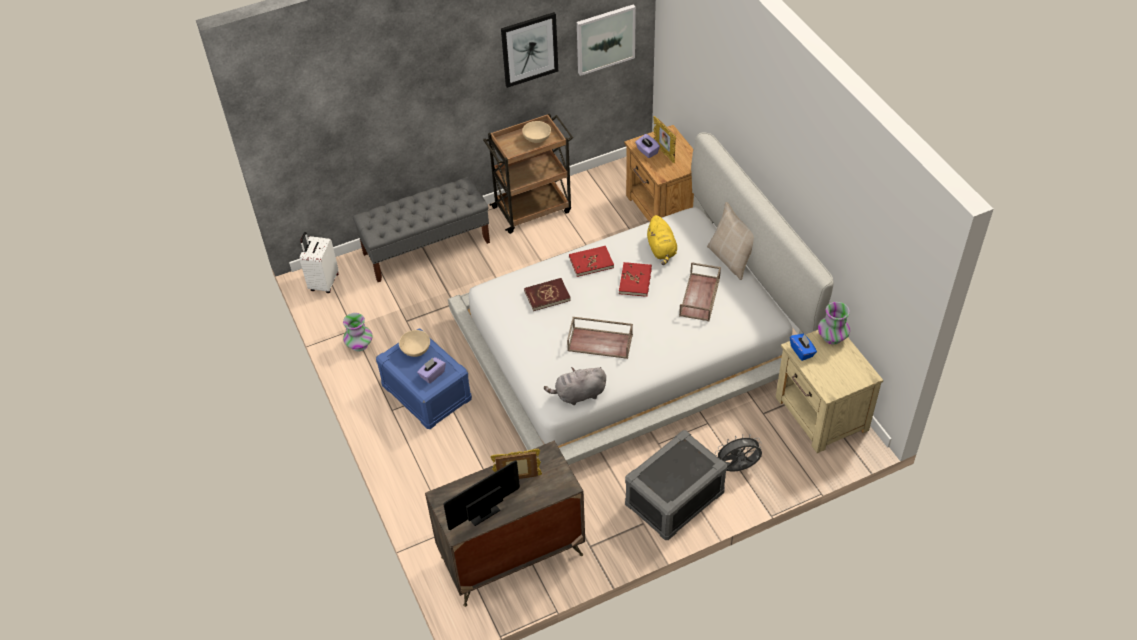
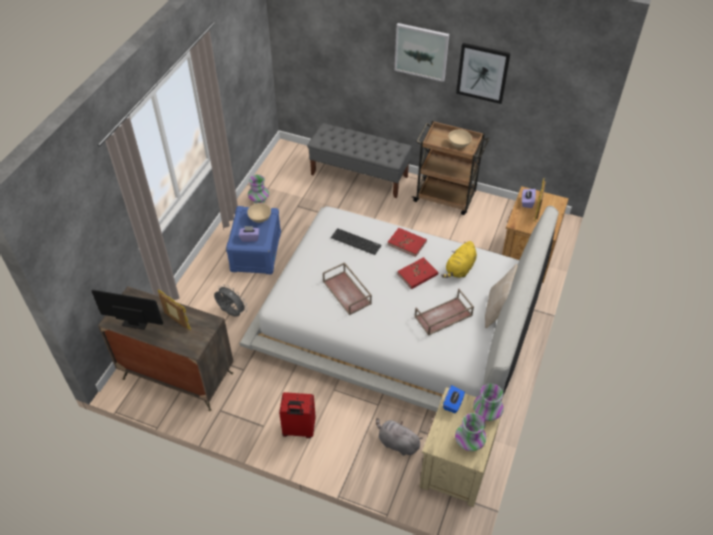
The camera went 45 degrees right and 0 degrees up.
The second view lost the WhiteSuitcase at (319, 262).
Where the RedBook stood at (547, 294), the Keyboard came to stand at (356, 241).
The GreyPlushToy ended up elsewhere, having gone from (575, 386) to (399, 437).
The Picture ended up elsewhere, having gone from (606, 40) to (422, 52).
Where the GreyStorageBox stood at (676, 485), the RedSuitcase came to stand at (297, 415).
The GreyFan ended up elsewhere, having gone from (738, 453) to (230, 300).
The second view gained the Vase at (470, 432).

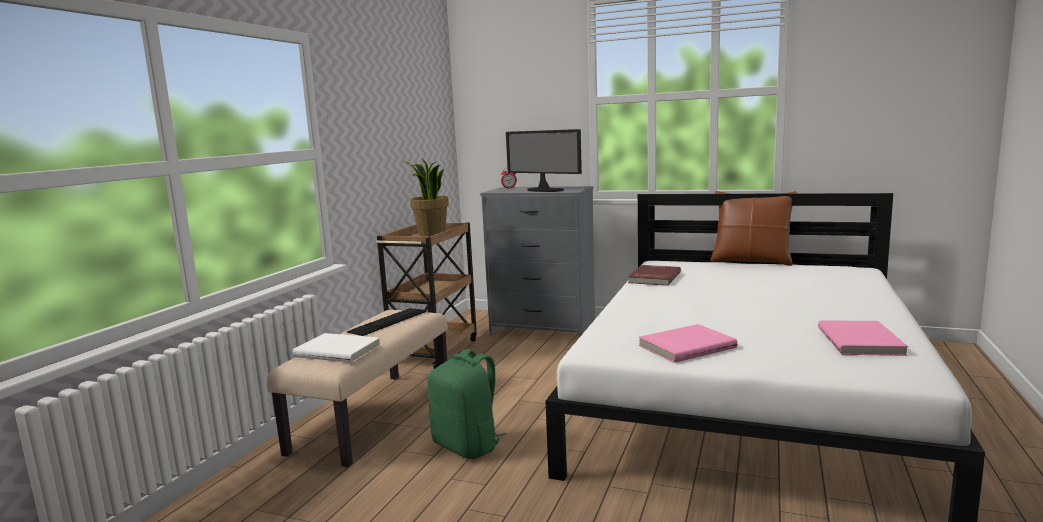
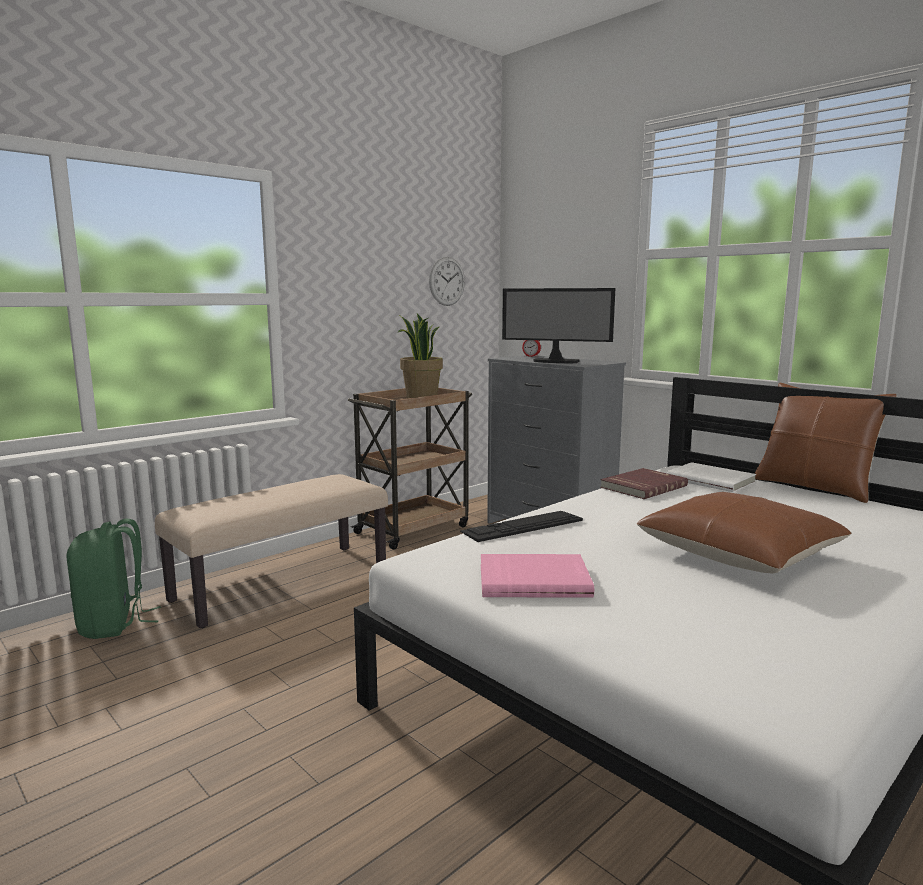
The camera went 25 degrees right and 0 degrees up.
The WhiteBook ended up elsewhere, having gone from (336, 348) to (711, 477).
The Keyboard ended up elsewhere, having gone from (387, 322) to (521, 526).
The GreenBackpack ended up elsewhere, having gone from (466, 404) to (113, 579).
The Monitor at (544, 160) ended up facing another way, 45 degrees counterclockwise from before.
The second view lost the PinkBook at (863, 338).
The second view gained the WallClock at (447, 281).
The second view gained the BrownPillow at (744, 533).

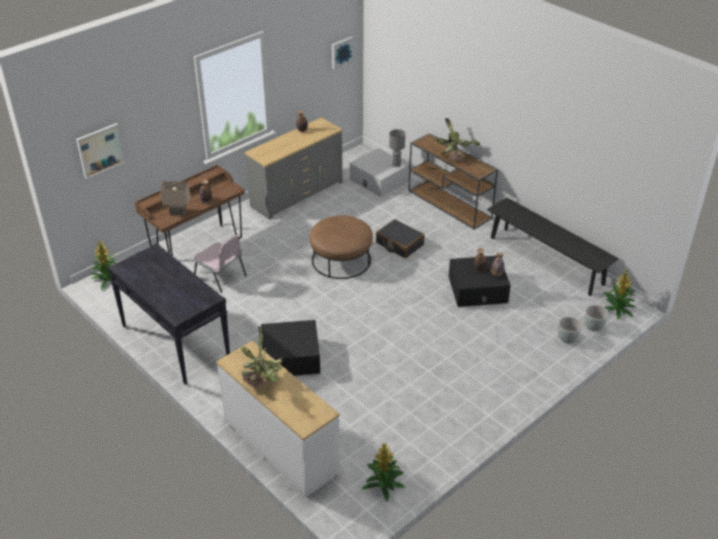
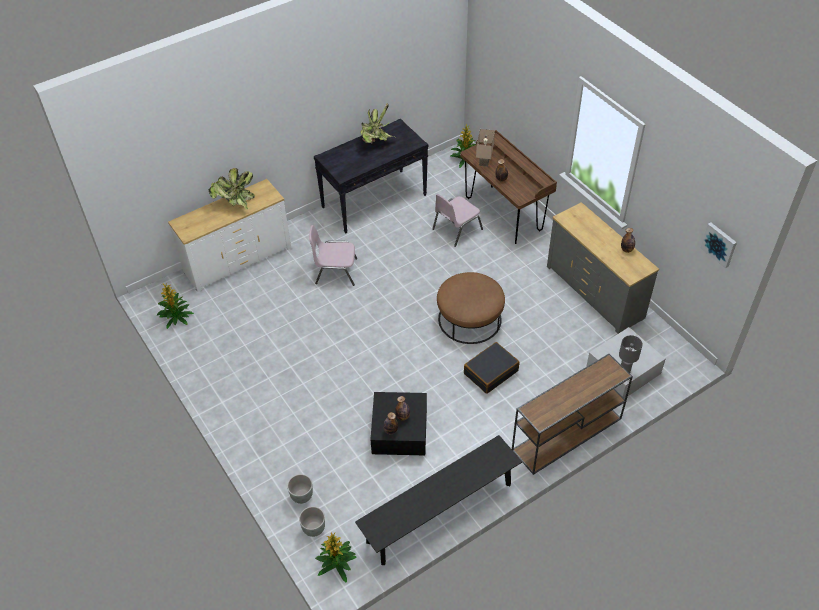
The camera went 100 degrees right and 10 degrees up.
The second view lost the Picture at (100, 151).
Where the BlackStorageBox stood at (290, 348), the PinkChair came to stand at (333, 255).
The PottedPlant ended up elsewhere, having gone from (458, 139) to (377, 123).

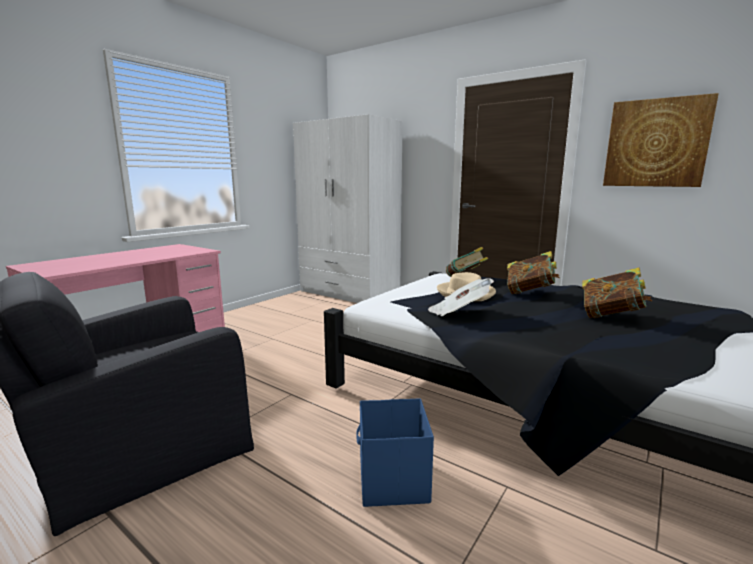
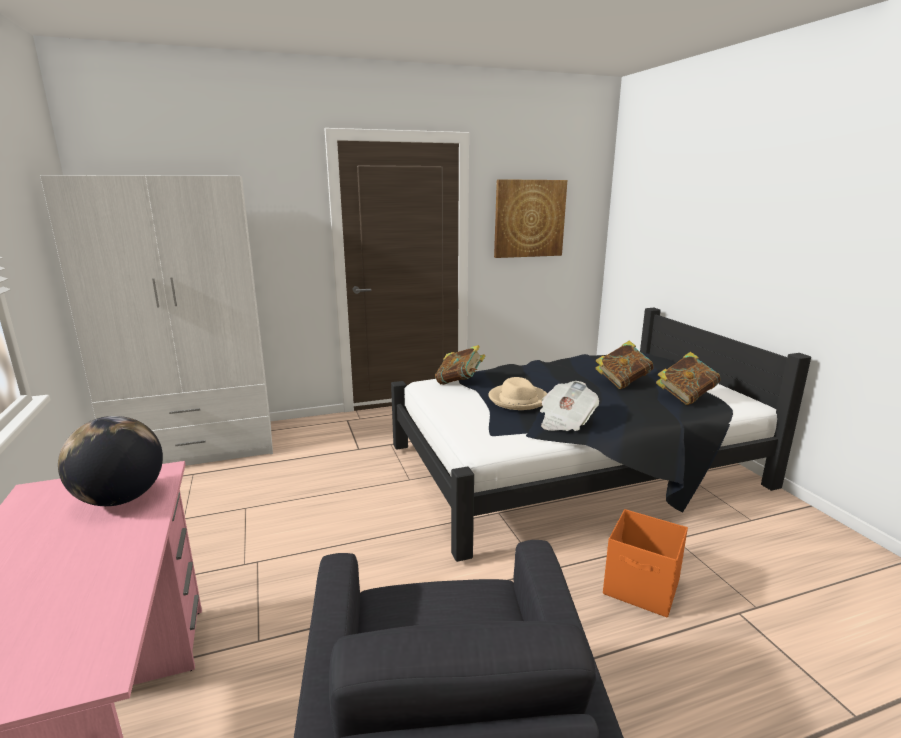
The camera went 55 degrees left and 5 degrees up.
What was the BlueStorageBox at (395, 452) turned into the OrangeStorageBox at (645, 563).
The Book ended up elsewhere, having gone from (533, 272) to (688, 378).
The second view gained the Globe at (110, 461).

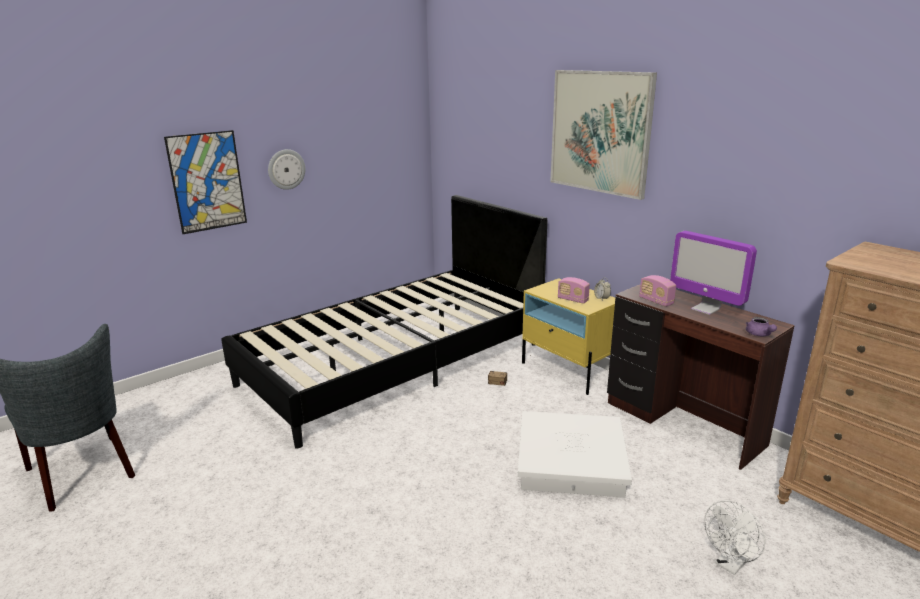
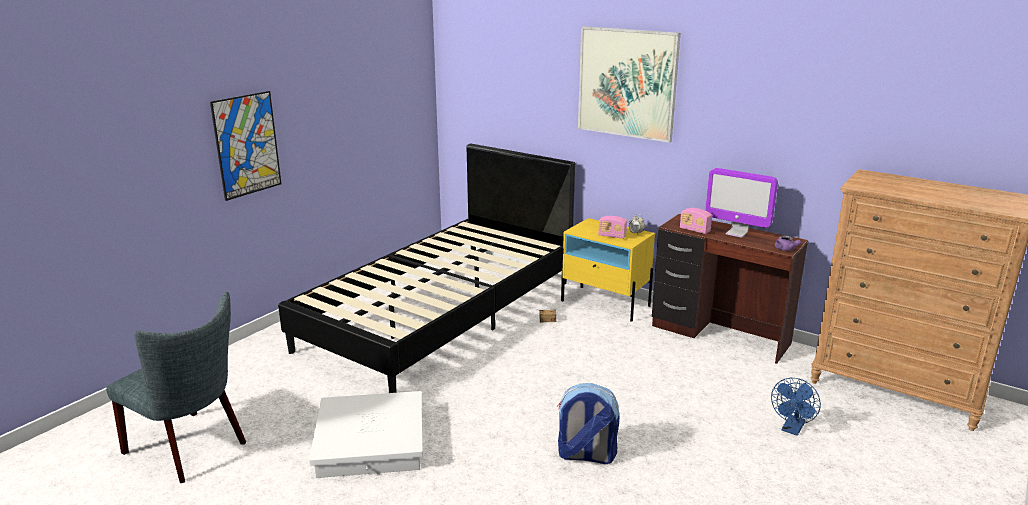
The camera went 15 degrees left and 0 degrees up.
The second view lost the WallClock at (286, 169).
The WhiteStorageBox ended up elsewhere, having gone from (575, 454) to (366, 434).
What was the WhiteFan at (734, 538) turned into the BlueFan at (796, 407).
The second view gained the Backpack at (588, 423).

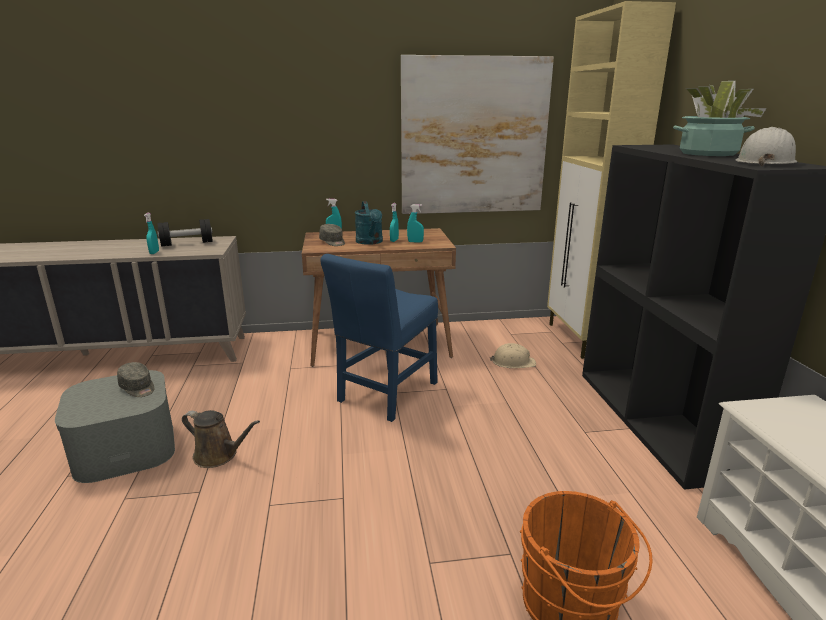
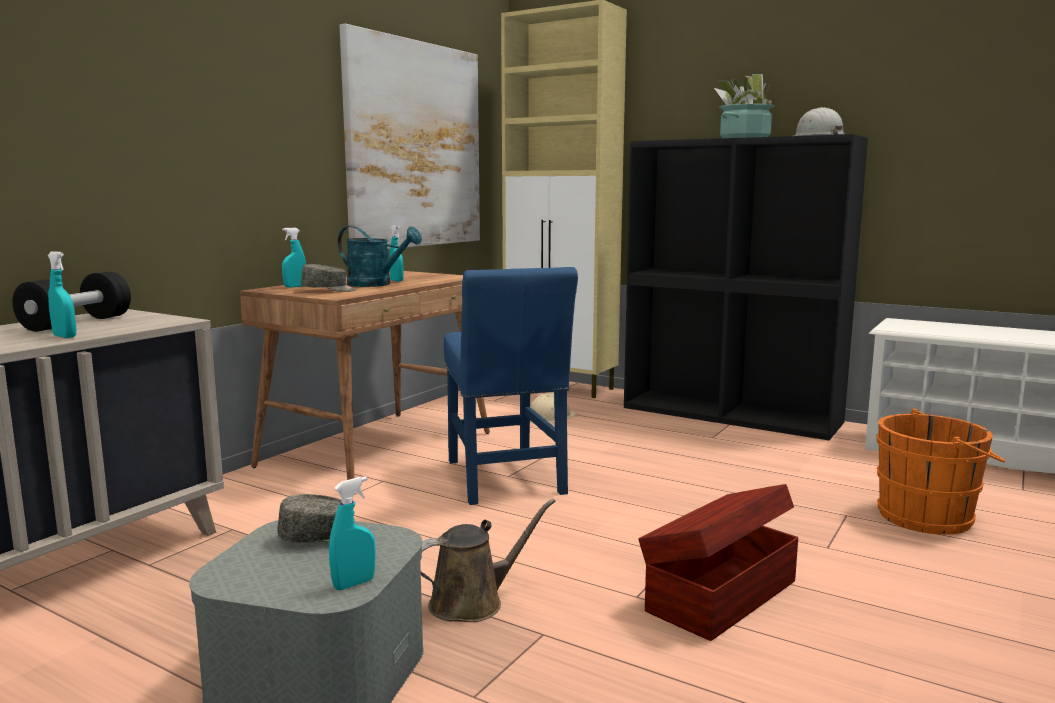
The camera went 50 degrees left and 10 degrees down.
The TurquoiseSprayBottle ended up elsewhere, having gone from (415, 223) to (352, 533).
The second view gained the BrownStorageBox at (718, 562).

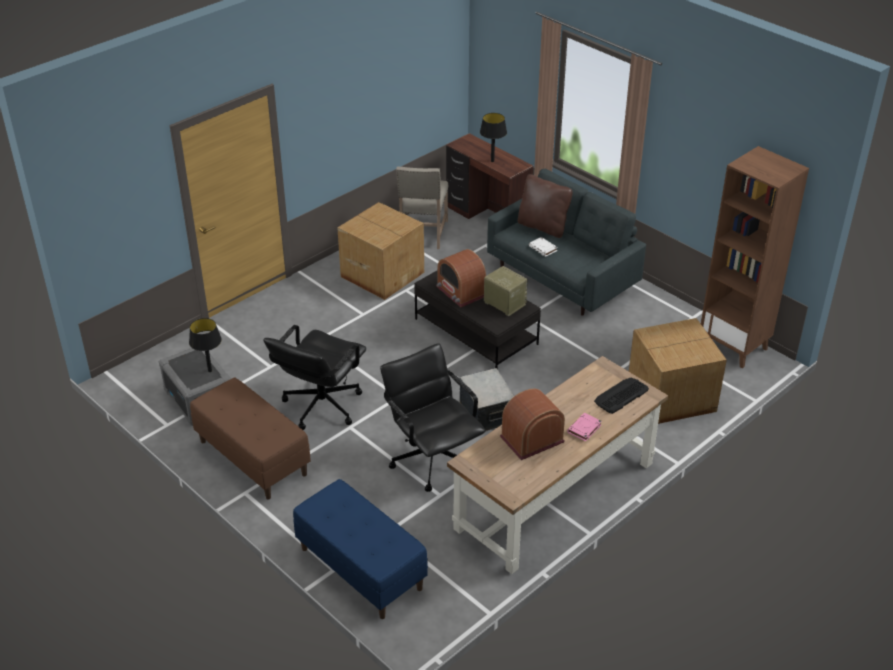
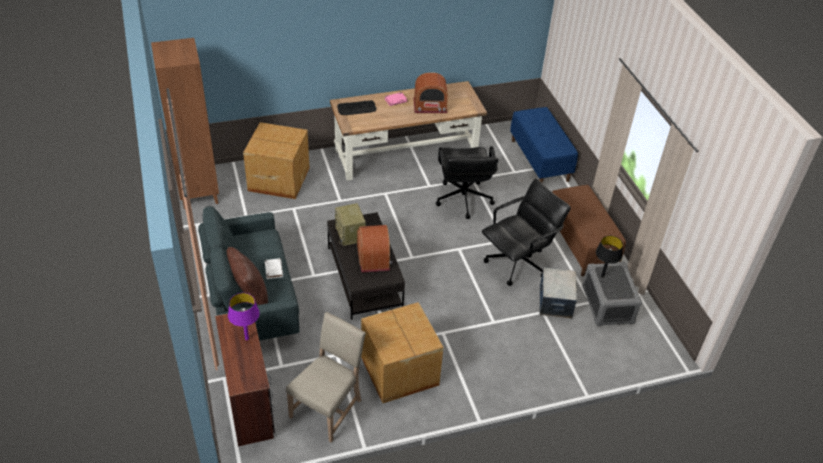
The camera went 155 degrees left and 5 degrees up.
The StorageBox ended up elsewhere, having gone from (487, 399) to (558, 292).
What was the BlackTableLamp at (493, 137) turned into the PurpleTableLamp at (244, 316).

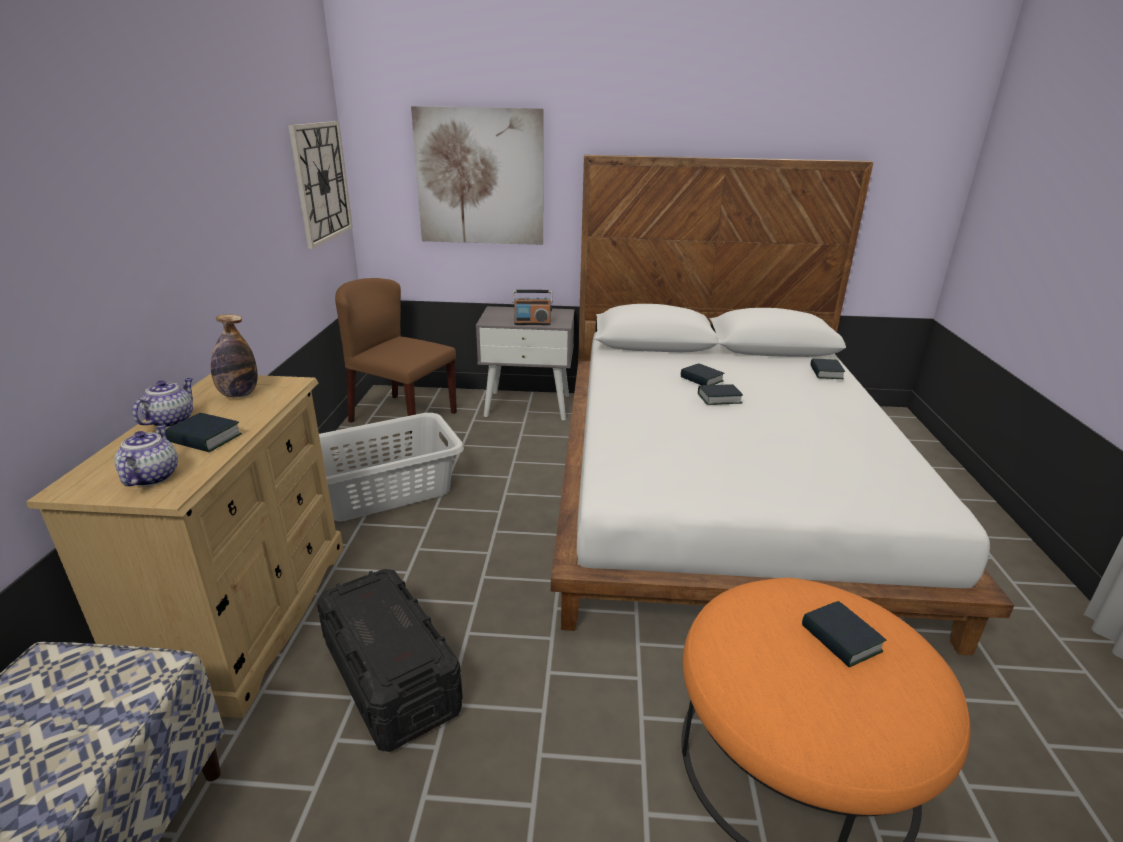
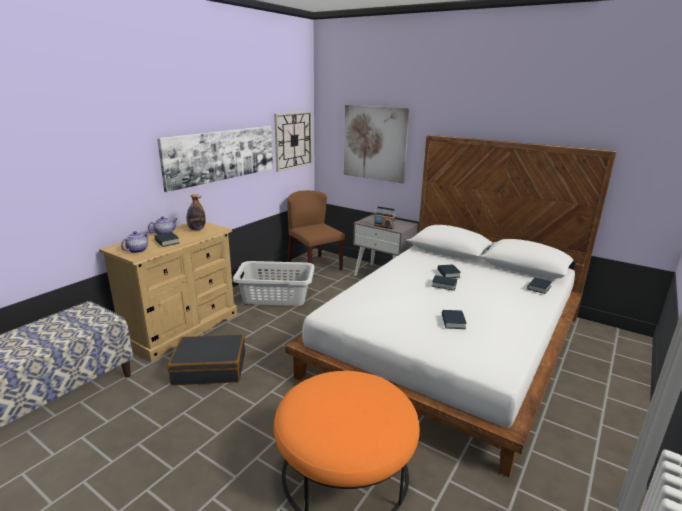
The camera went 30 degrees right and 5 degrees down.
Where the BlackStorageBox stood at (390, 660), the BlackSuitcase came to stand at (206, 359).
The Book ended up elsewhere, having gone from (844, 634) to (454, 319).
The second view gained the Picture at (215, 159).

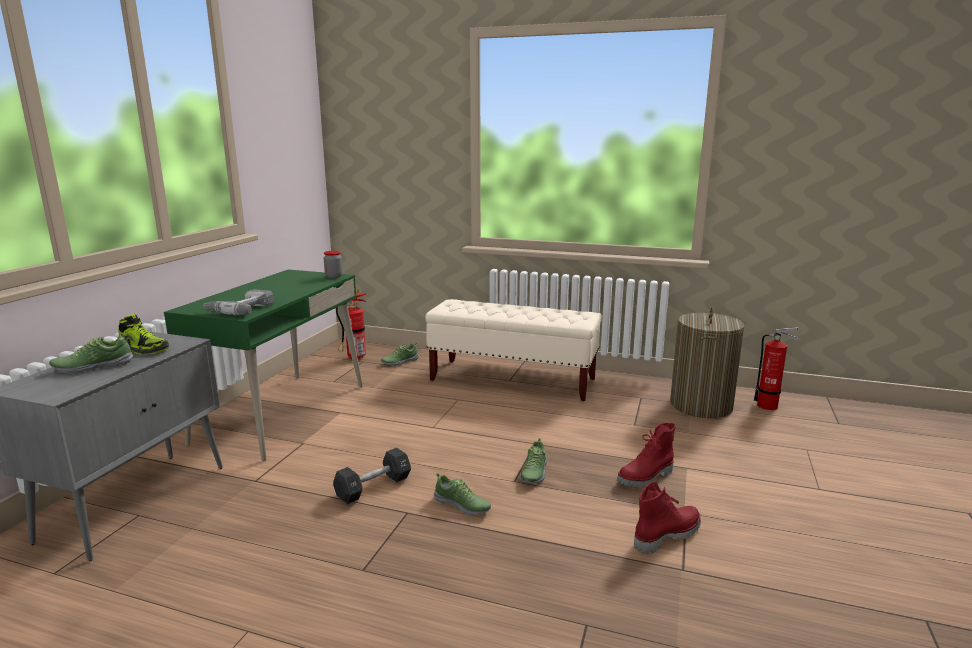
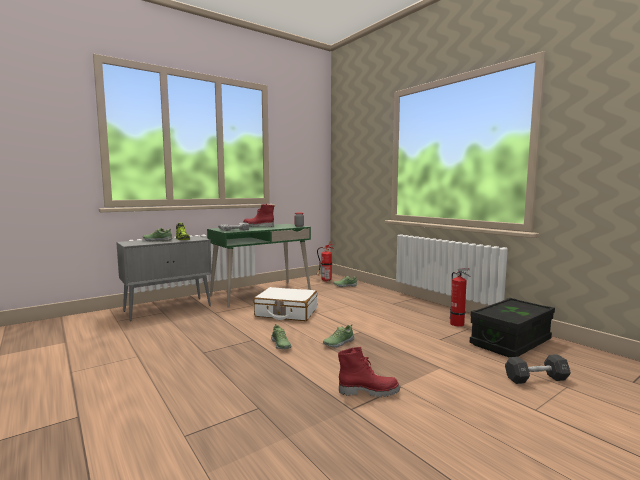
The camera went 35 degrees right and 10 degrees down.
The BlackDumbbell ended up elsewhere, having gone from (372, 476) to (538, 369).
The second view lost the BeigeBench at (513, 350).
The RedBoot ended up elsewhere, having gone from (646, 455) to (258, 215).
Where the LaundryBasket stood at (707, 362), the BlackStorageBox came to stand at (512, 327).
The FireExtinguisher ended up elsewhere, having gone from (776, 368) to (460, 297).
The second view gained the WhiteSuitcase at (285, 304).

